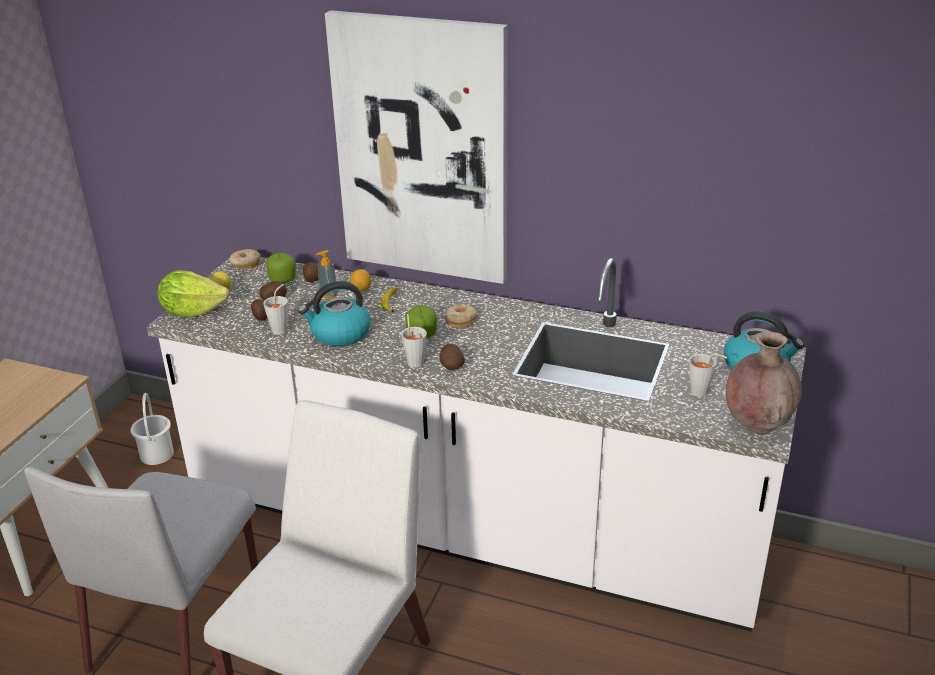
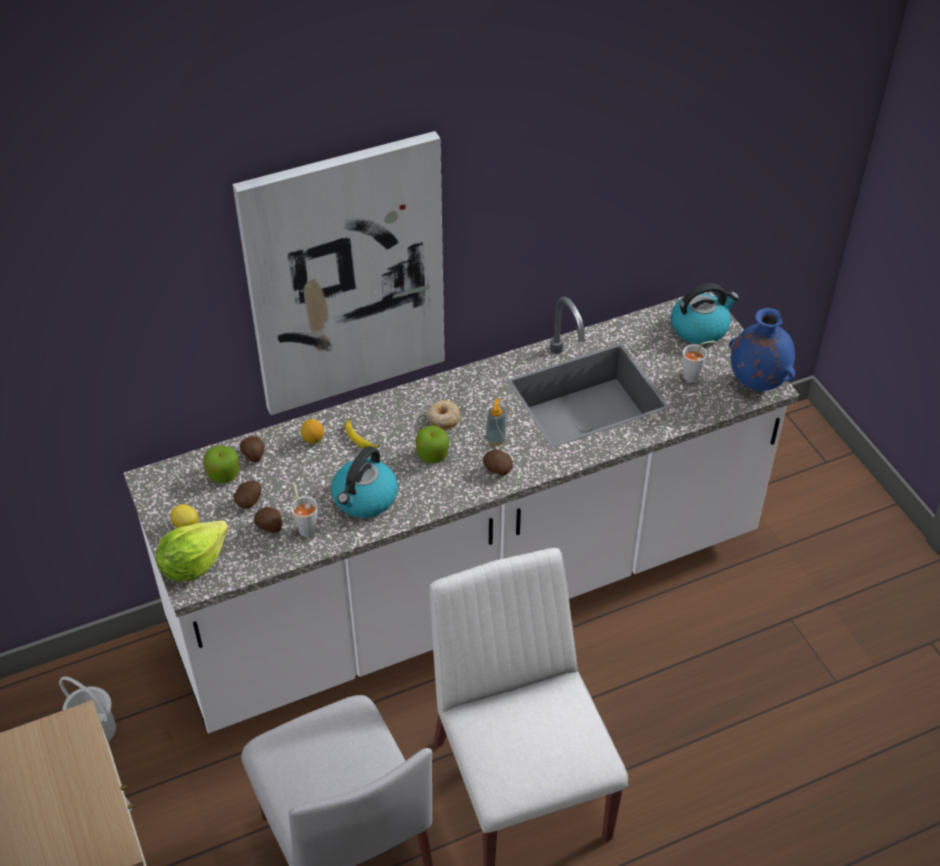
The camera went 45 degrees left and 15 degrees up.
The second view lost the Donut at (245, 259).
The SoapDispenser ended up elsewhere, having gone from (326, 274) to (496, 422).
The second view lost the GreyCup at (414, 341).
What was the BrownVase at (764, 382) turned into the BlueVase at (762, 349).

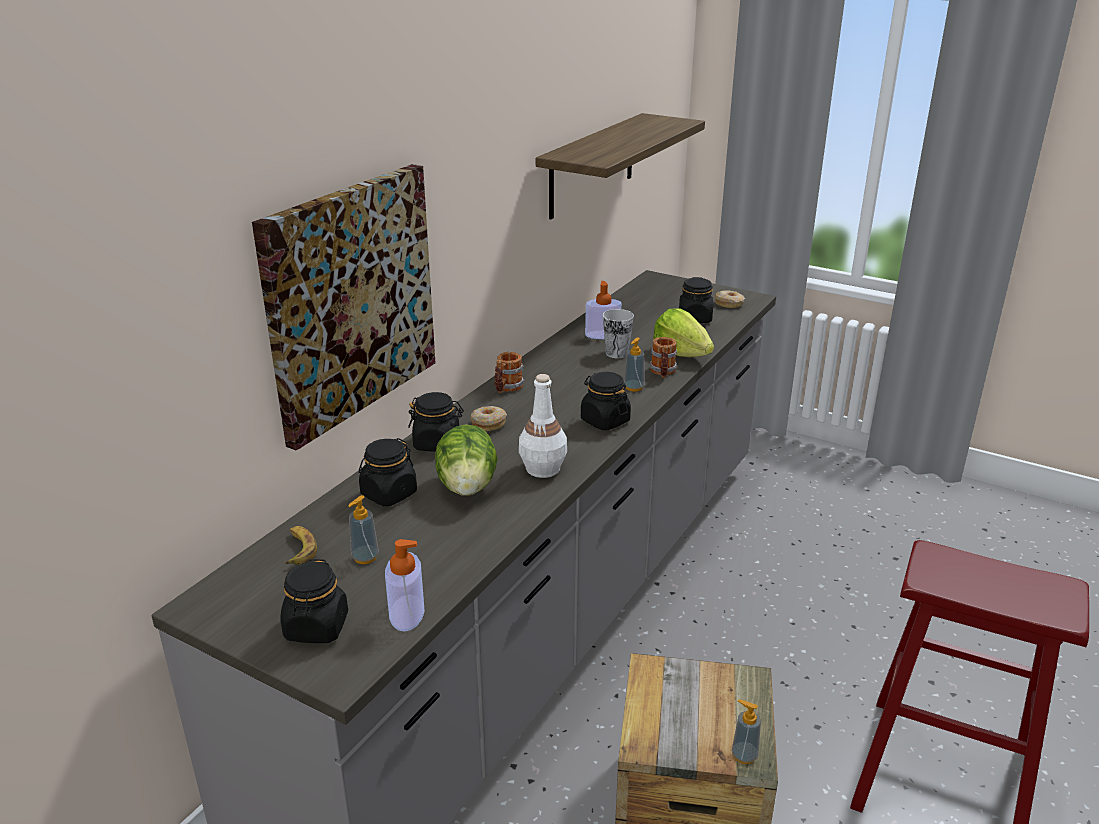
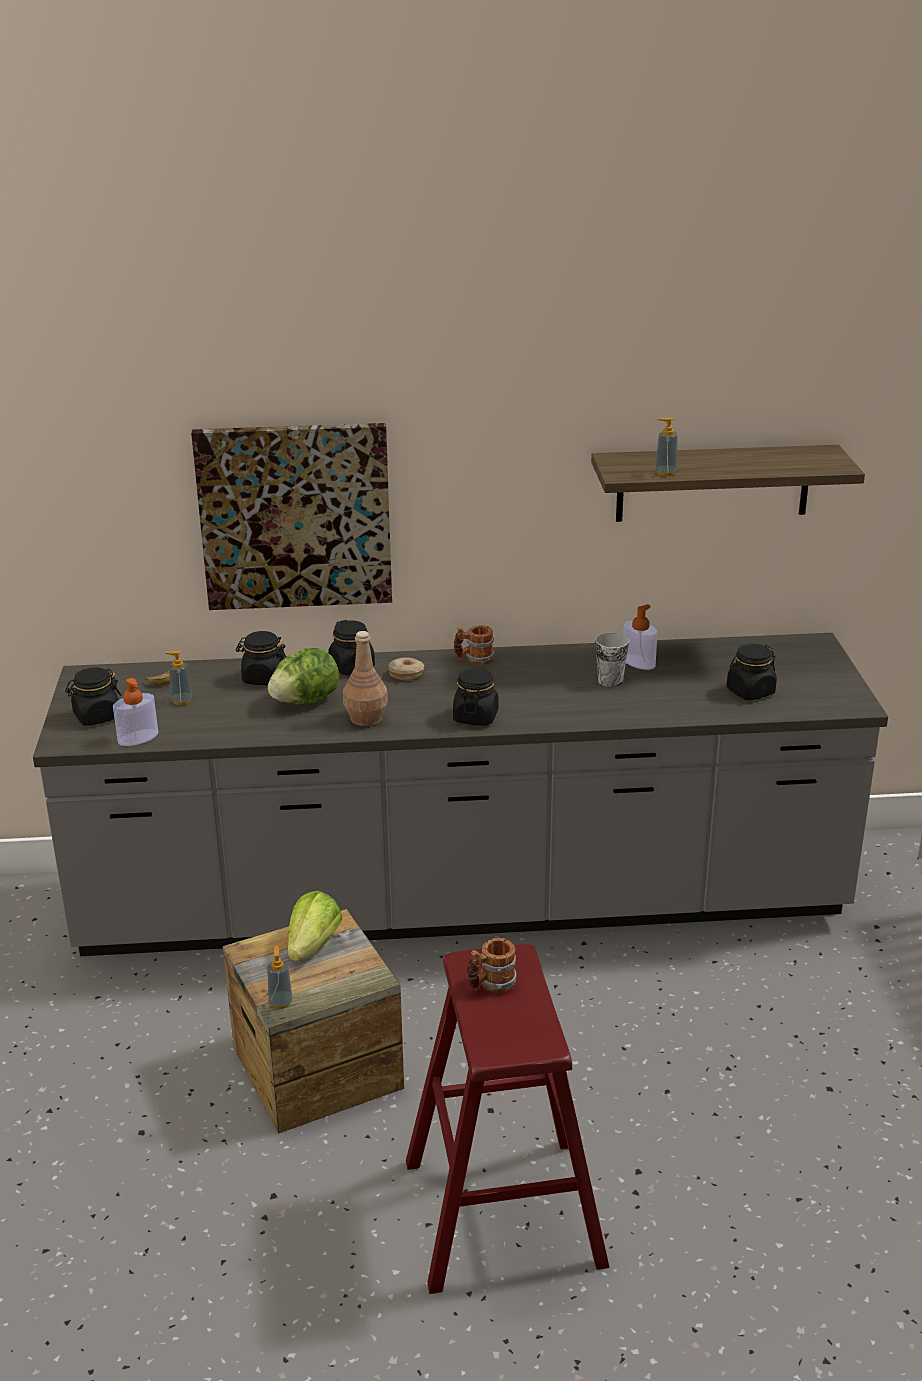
The camera went 55 degrees right and 0 degrees up.
What was the WhiteBottle at (543, 426) turned into the BrownBottle at (365, 678).
The SoapDispenser ended up elsewhere, having gone from (634, 364) to (666, 446).
The Mug ended up elsewhere, having gone from (663, 357) to (491, 965).
The Lettuce ended up elsewhere, having gone from (683, 332) to (315, 926).
The second view lost the Donut at (730, 299).

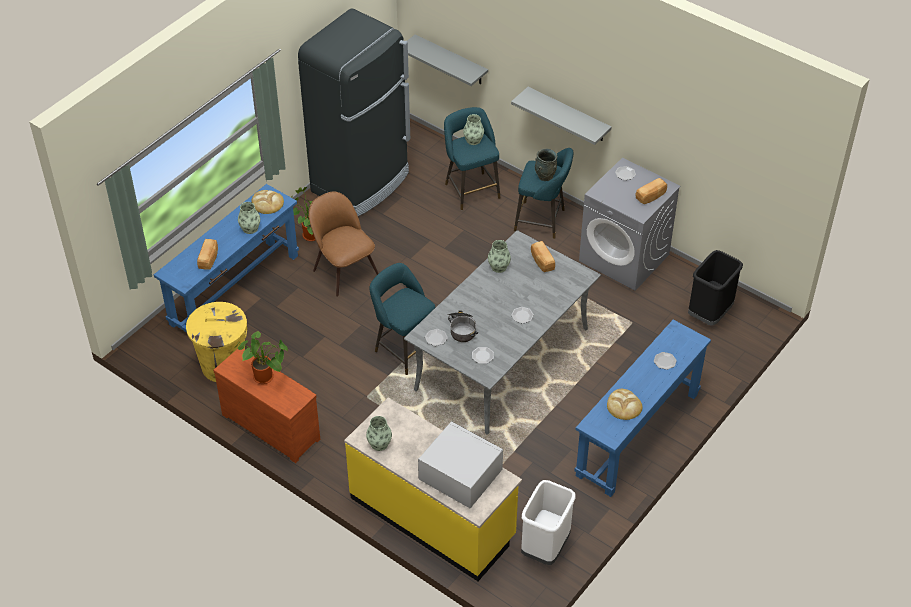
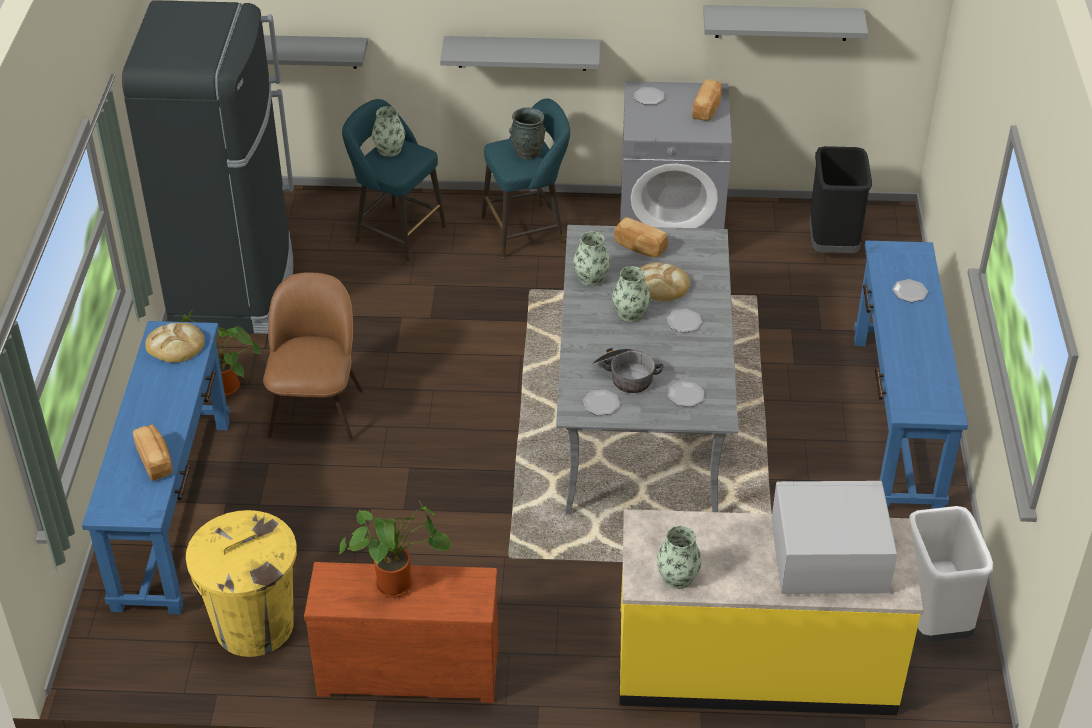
The camera went 35 degrees left and 5 degrees down.
The Vase ended up elsewhere, having gone from (249, 218) to (631, 294).
The BrownChair at (344, 243) ended up facing another way, 75 degrees clockwise from before.
The second view lost the TurquoiseStool at (402, 319).
The Bread ended up elsewhere, having gone from (625, 404) to (665, 281).
The second view gained the GreyShelf at (785, 23).

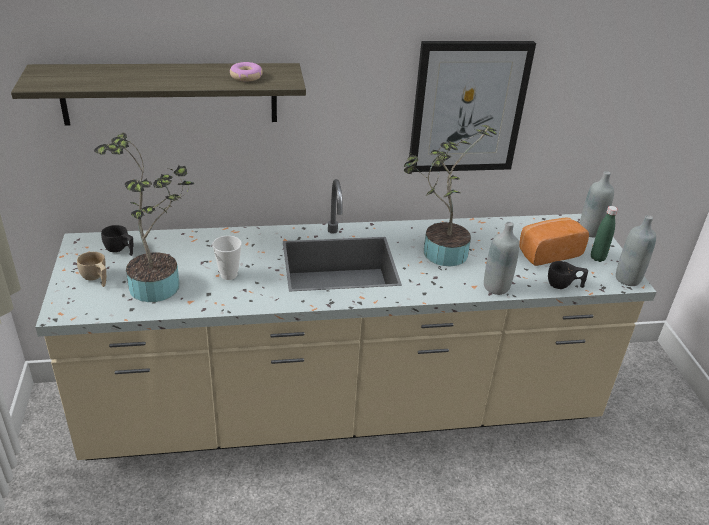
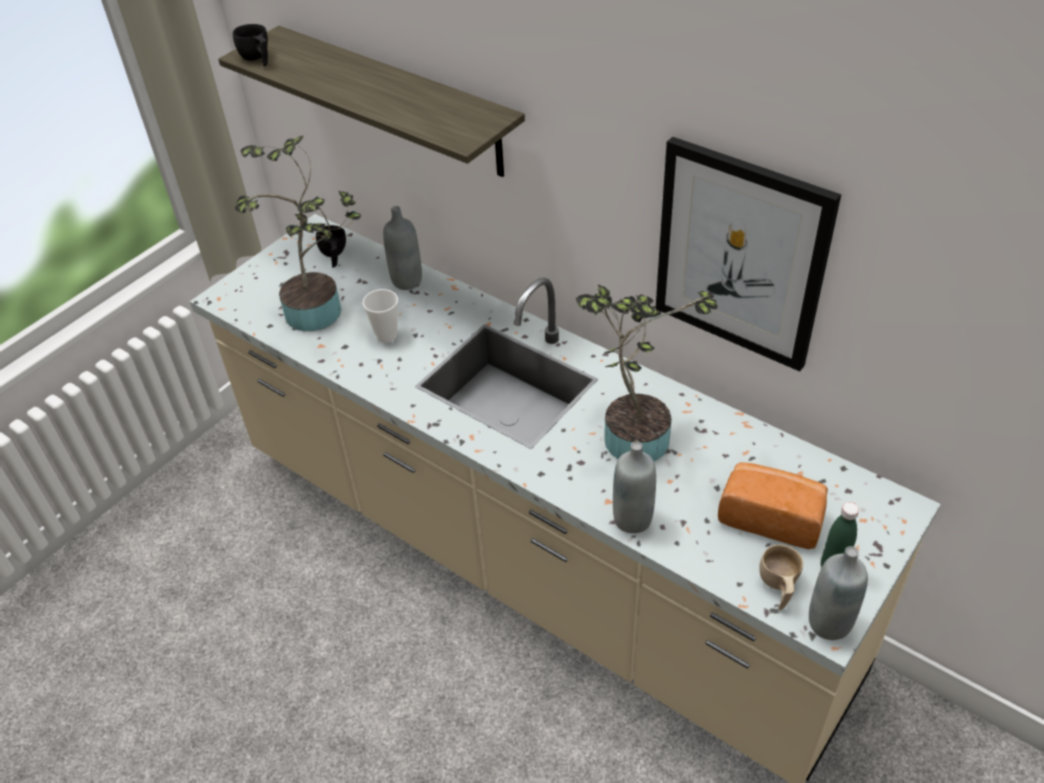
The camera went 50 degrees right and 10 degrees up.
The BeigeCup ended up elsewhere, having gone from (91, 269) to (781, 577).
The second view lost the Donut at (246, 72).
The BlackCup ended up elsewhere, having gone from (568, 275) to (250, 45).
The GreyBottle ended up elsewhere, having gone from (597, 204) to (402, 248).

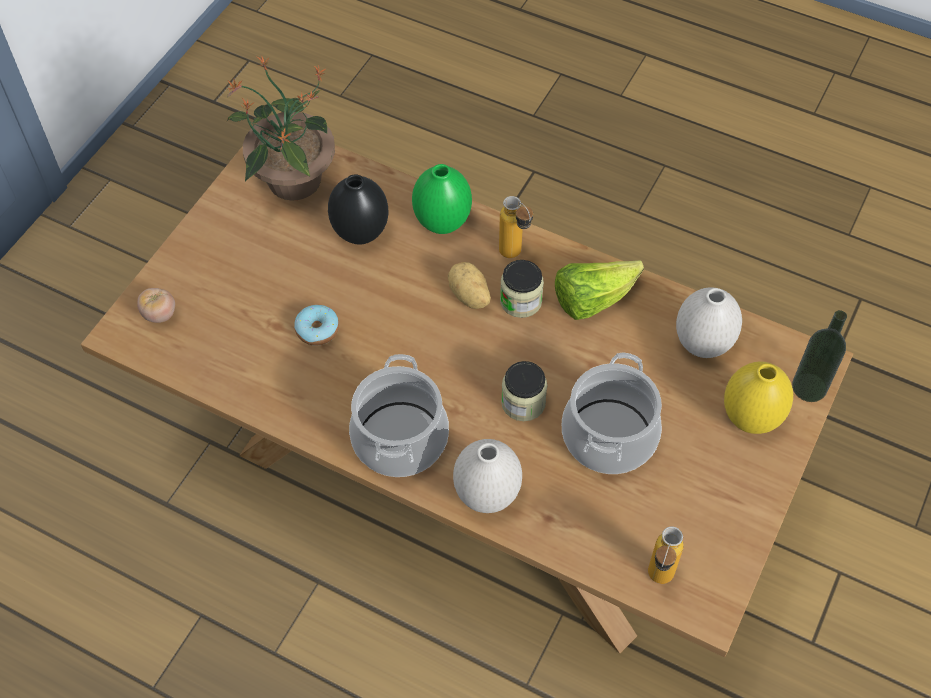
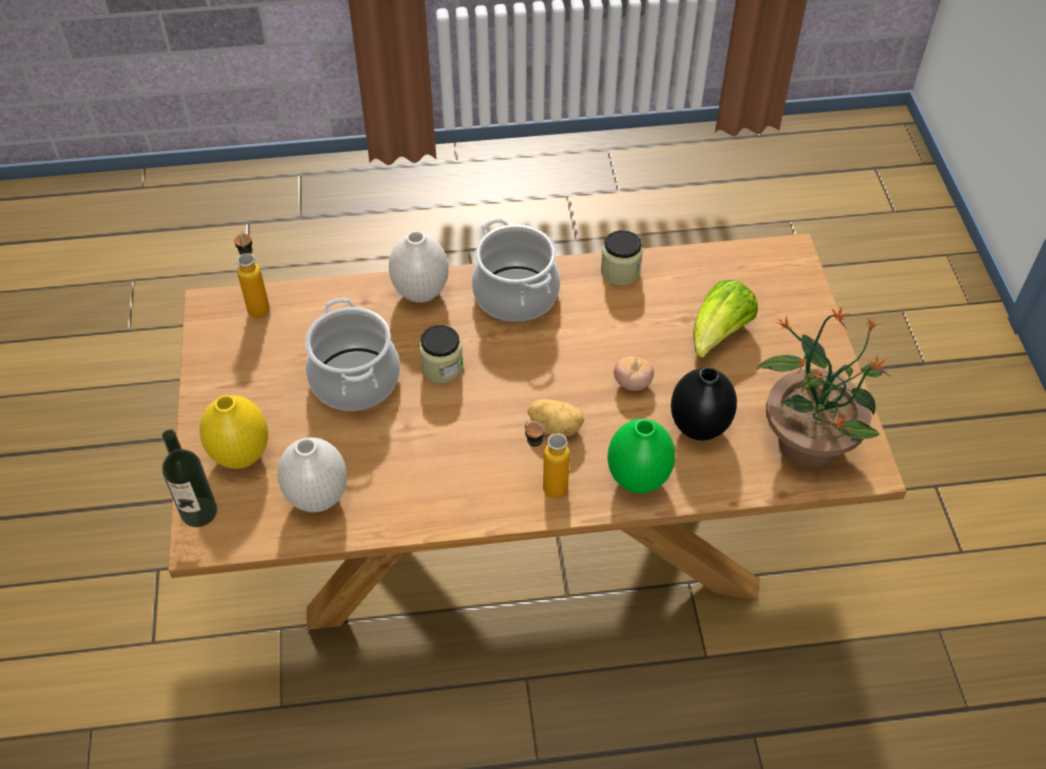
The camera went 145 degrees right and 5 degrees down.
The Tomato ended up elsewhere, having gone from (156, 305) to (634, 373).
The second view lost the Donut at (316, 325).
The Jar ended up elsewhere, having gone from (522, 289) to (622, 258).
The Lettuce ended up elsewhere, having gone from (599, 290) to (725, 318).

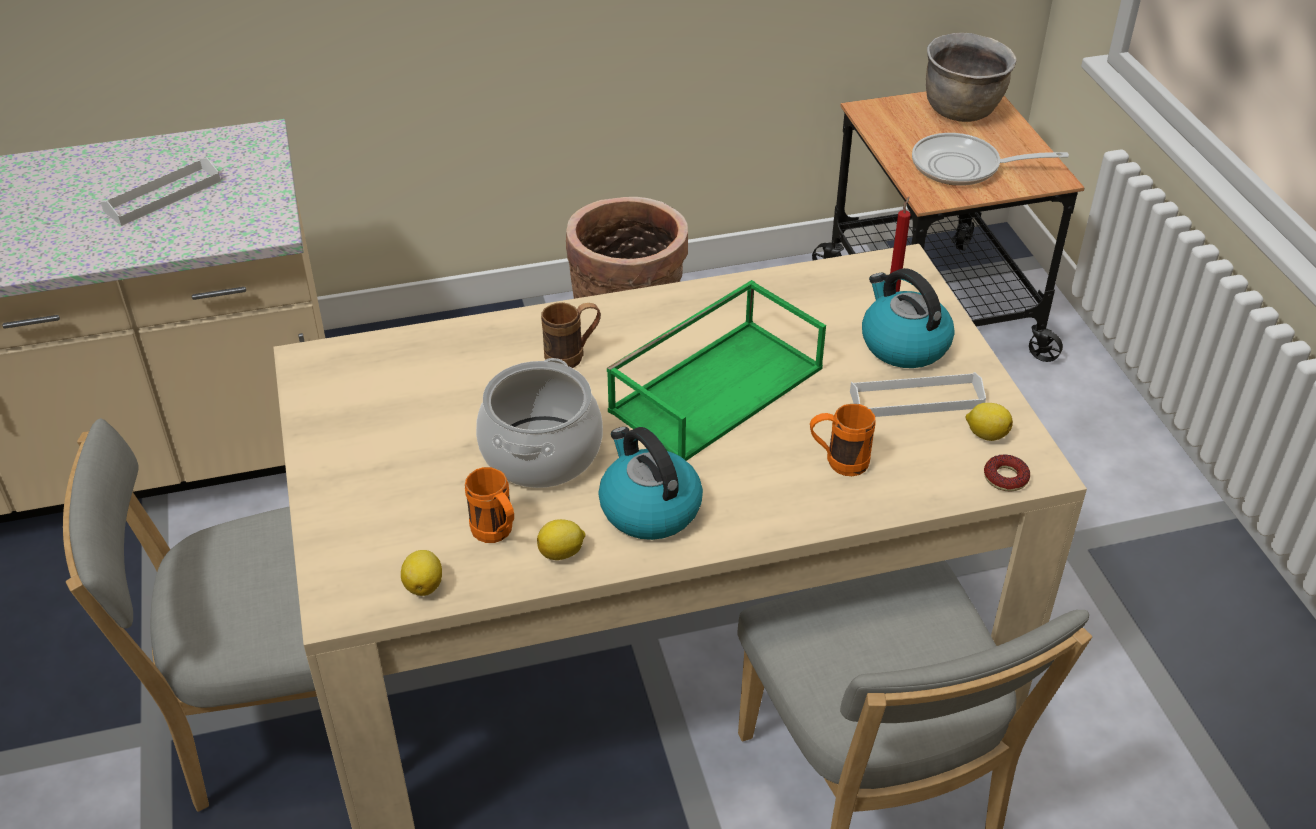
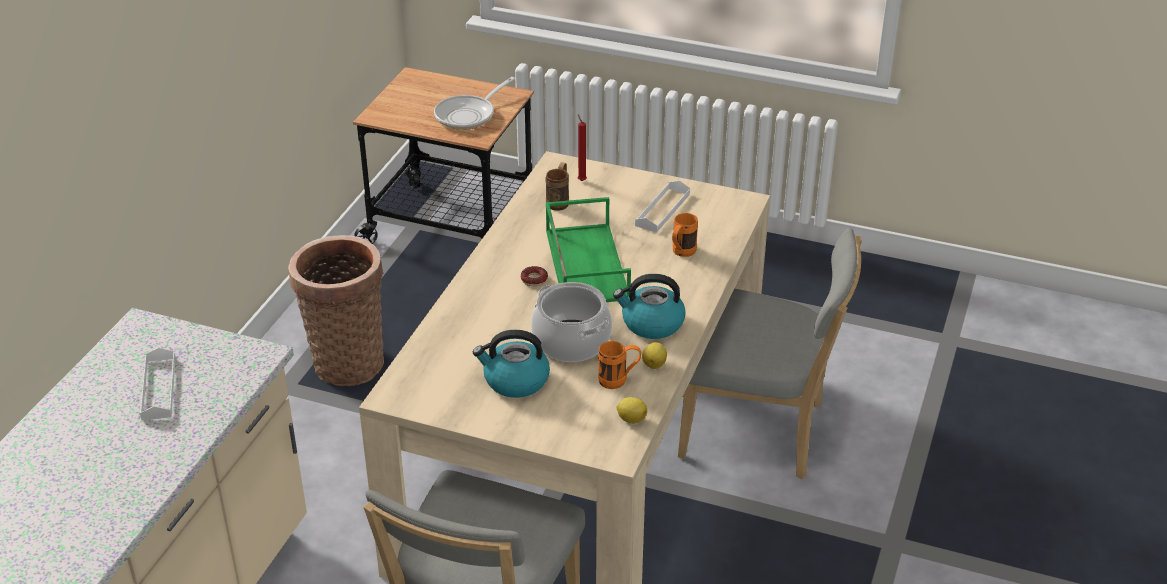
The camera went 55 degrees left and 5 degrees down.
The BrownMug ended up elsewhere, having gone from (571, 335) to (557, 186).
The Kettle ended up elsewhere, having gone from (908, 318) to (511, 364).
The second view lost the BrownCookingPot at (971, 77).
The second view lost the Lemon at (989, 422).
The Donut ended up elsewhere, having gone from (1007, 473) to (534, 276).

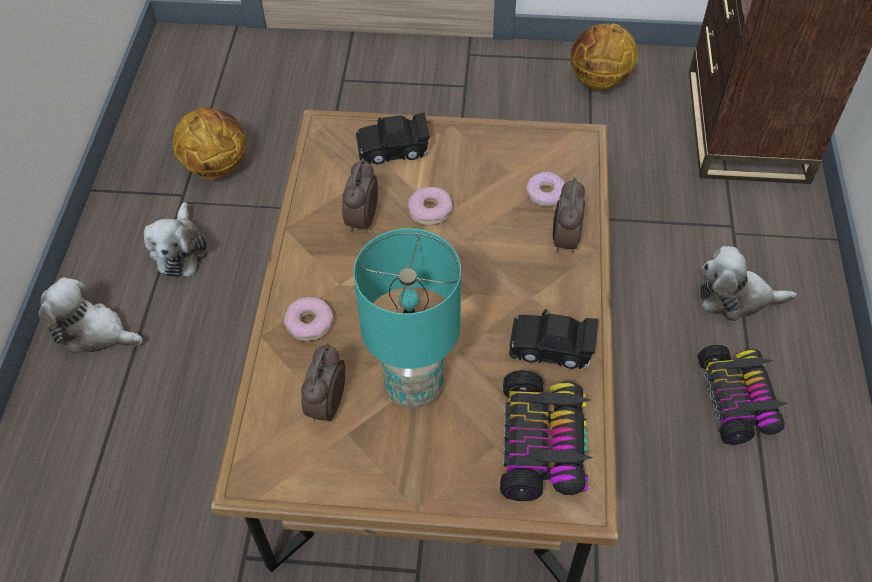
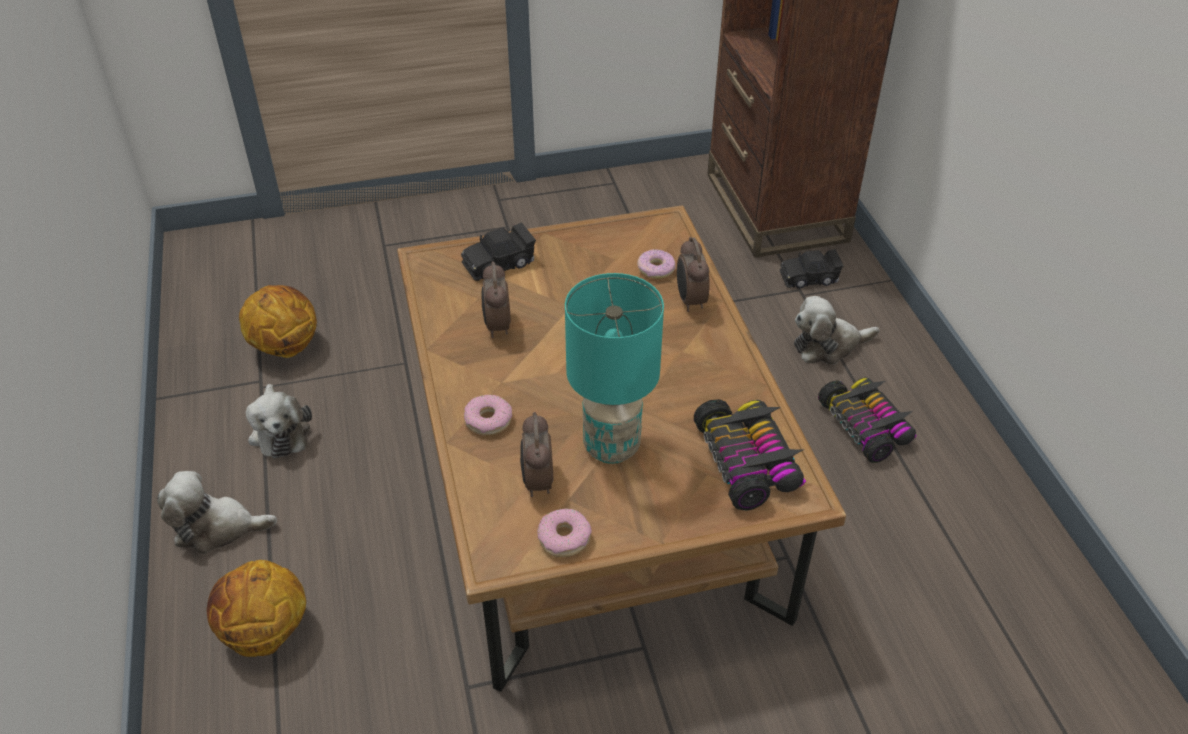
The camera went 20 degrees left and 10 degrees down.
The Donut ended up elsewhere, having gone from (430, 206) to (564, 533).
The BlackToyCar ended up elsewhere, having gone from (554, 339) to (812, 268).
The Basketball ended up elsewhere, having gone from (604, 57) to (256, 608).

